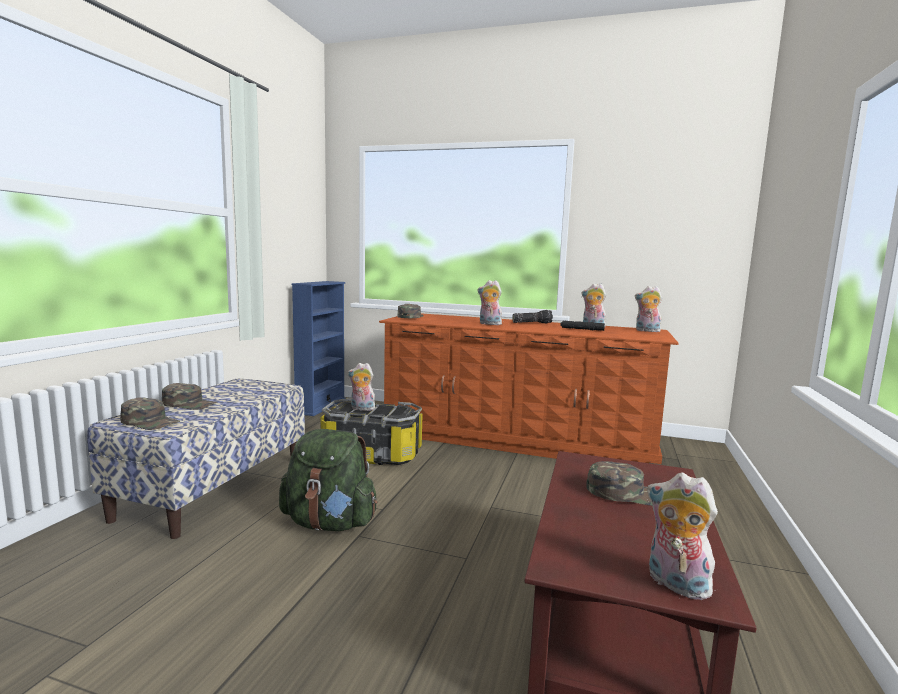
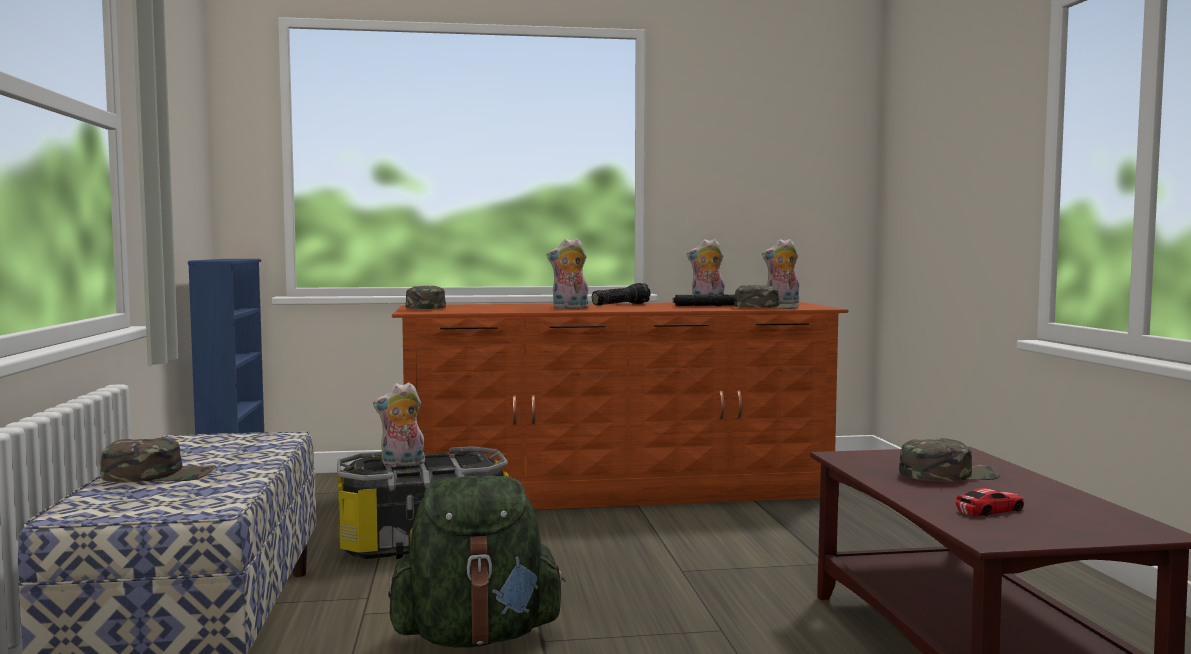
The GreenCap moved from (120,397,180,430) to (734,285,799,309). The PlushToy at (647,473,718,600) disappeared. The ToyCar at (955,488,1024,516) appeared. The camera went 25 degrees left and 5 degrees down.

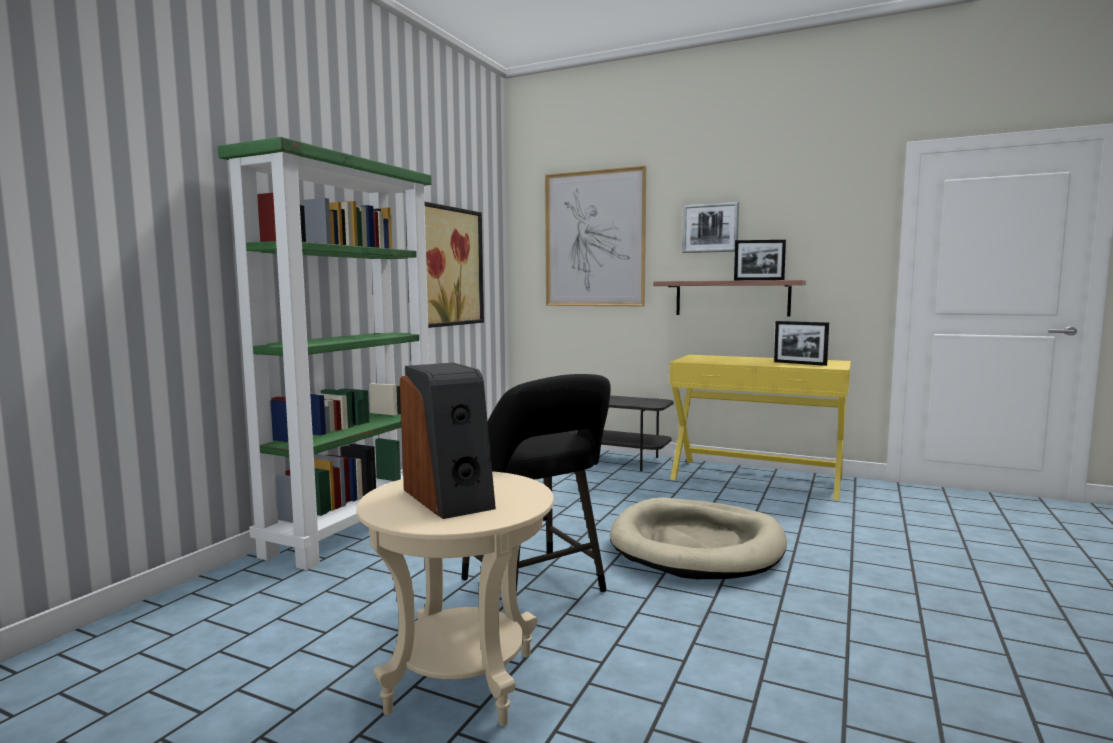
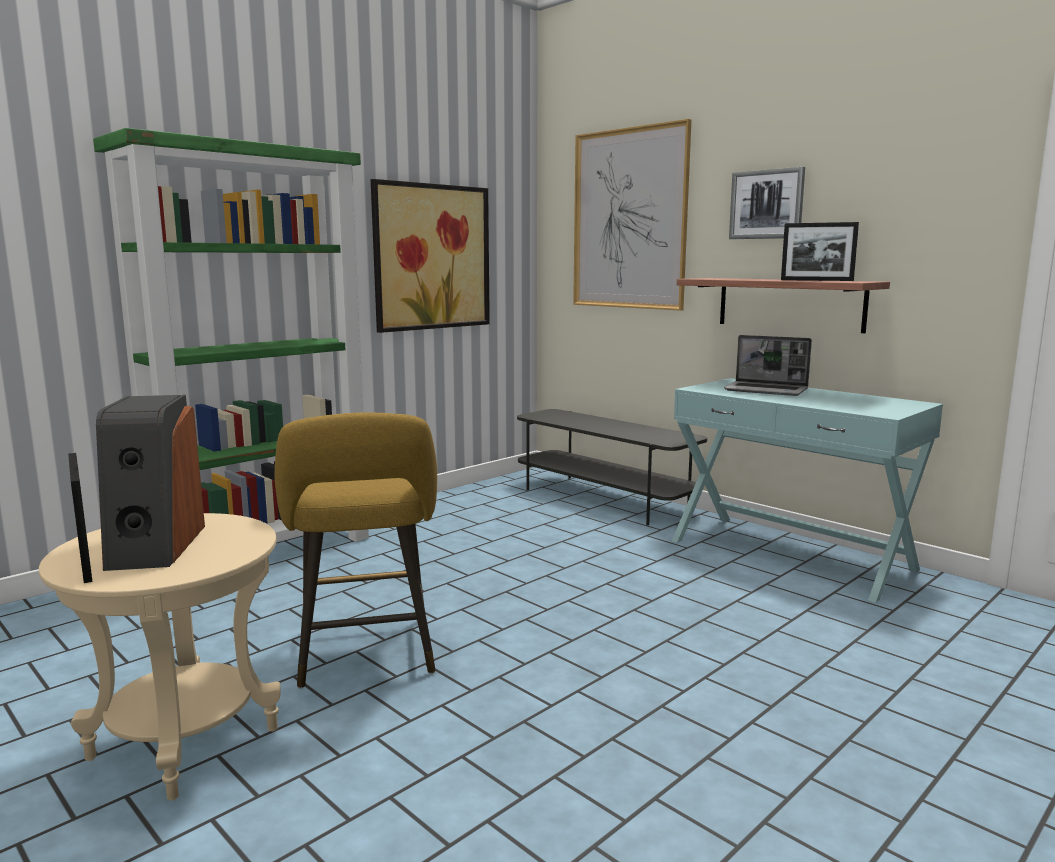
The BlackStool at (462,374,611,595) became the YellowStool at (275,412,437,689). The BeigeDogBed at (610,498,787,579) disappeared. The YellowConsoleTable at (669,355,851,500) became the TurquoiseConsoleTable at (672,378,943,603). The PictureFrame moved from (774,321,829,366) to (68,453,93,583). The Laptop at (724,335,812,396) appeared. The camera went 20 degrees right and 5 degrees up.

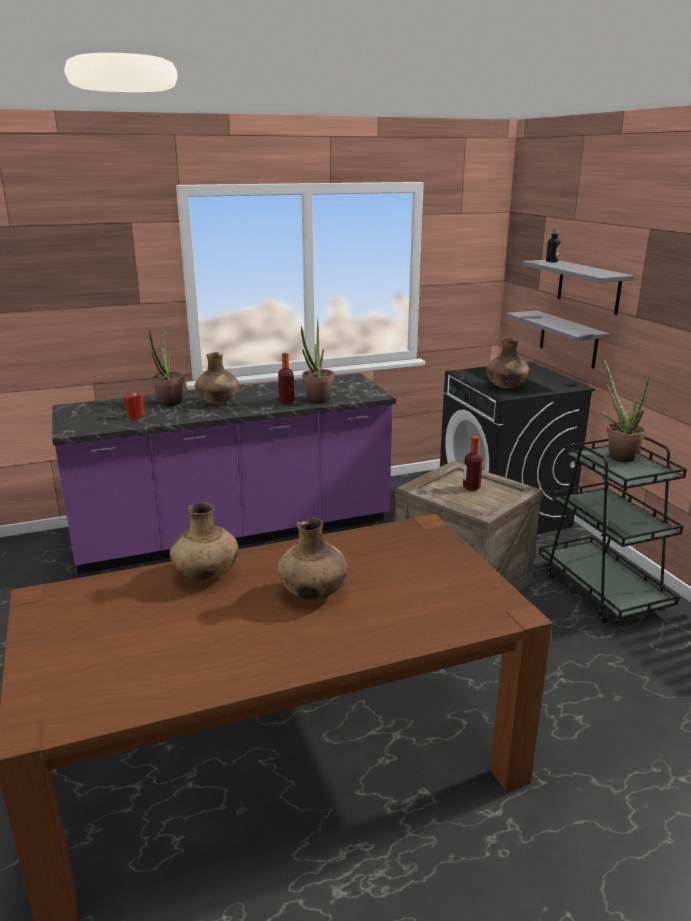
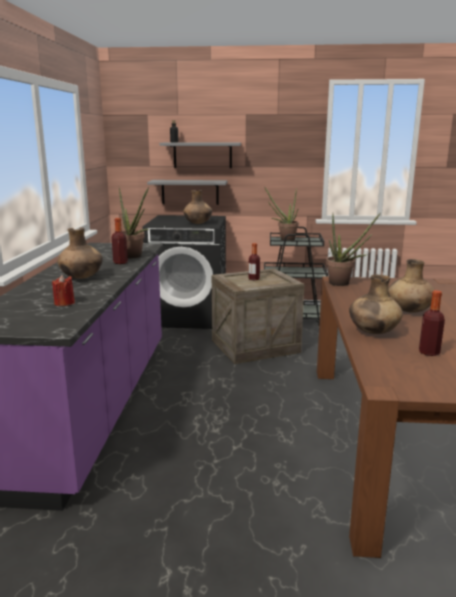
The PottedPlant moved from (149,322,184,406) to (326,213,380,286). The Bottle at (419,290,445,356) appeared. The camera went 65 degrees left and 5 degrees down.

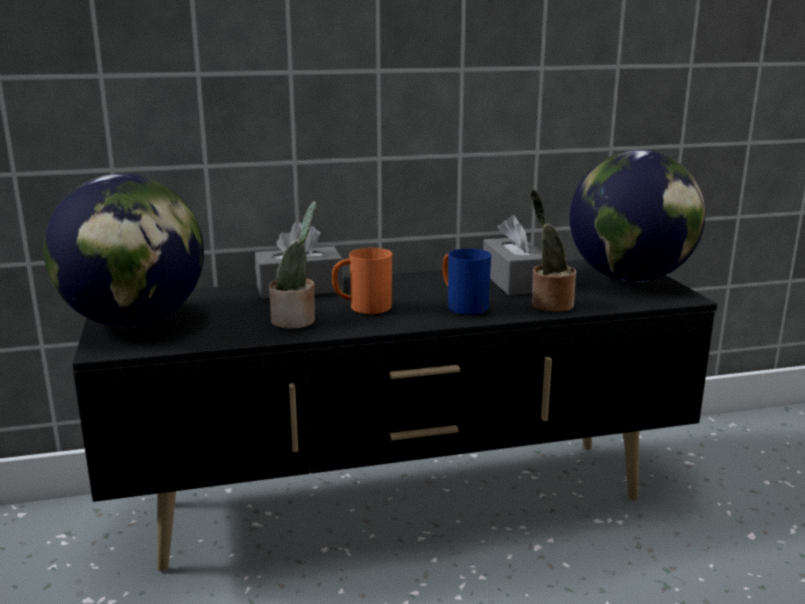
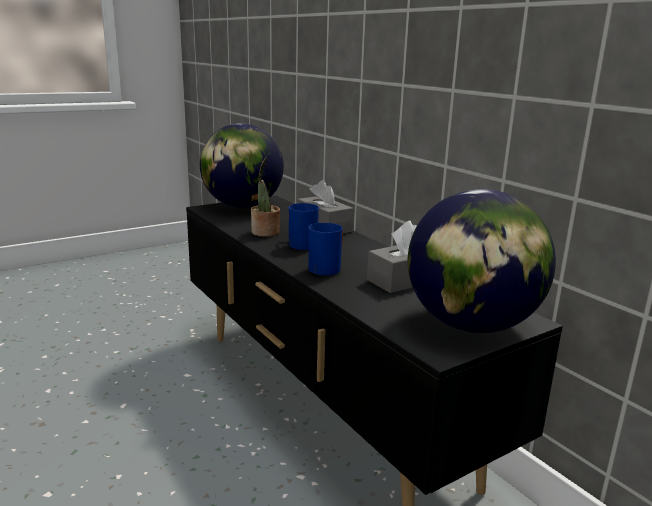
The OrangeMug at (332,248,392,314) became the BlueMug at (289,203,319,250). The PottedPlant at (530,189,576,312) disappeared. The camera went 70 degrees right and 0 degrees up.

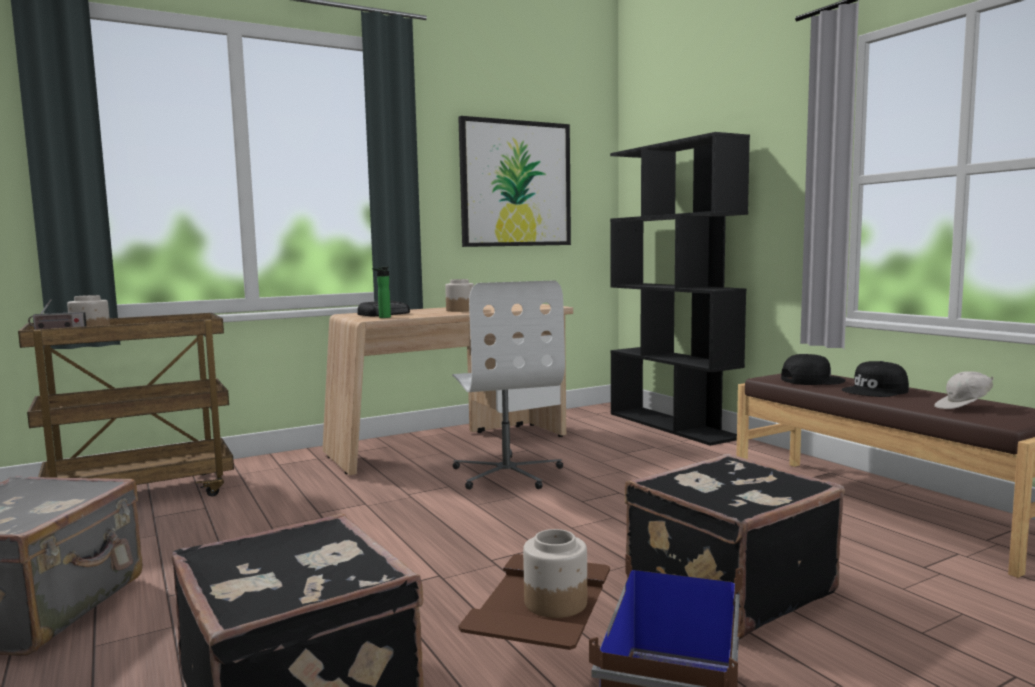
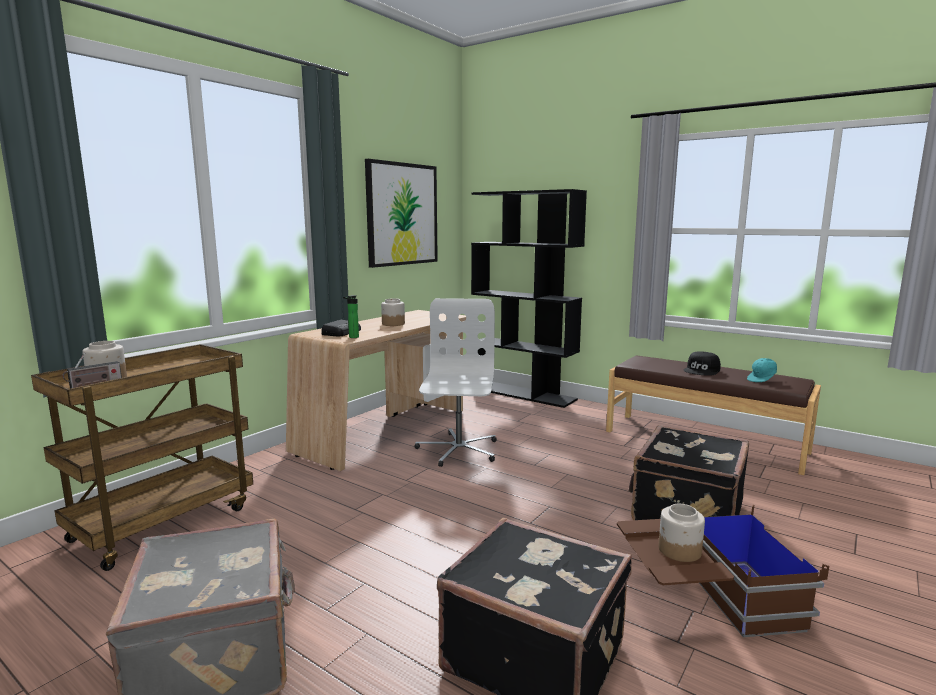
The WhiteOfficeChair at (452,280,565,489) turned 135 degrees counterclockwise. The BlackCap at (781,354,846,385) disappeared. The WhiteCap at (934,371,994,409) became the TurquoiseCap at (747,358,777,382). The camera went 25 degrees left and 5 degrees up.

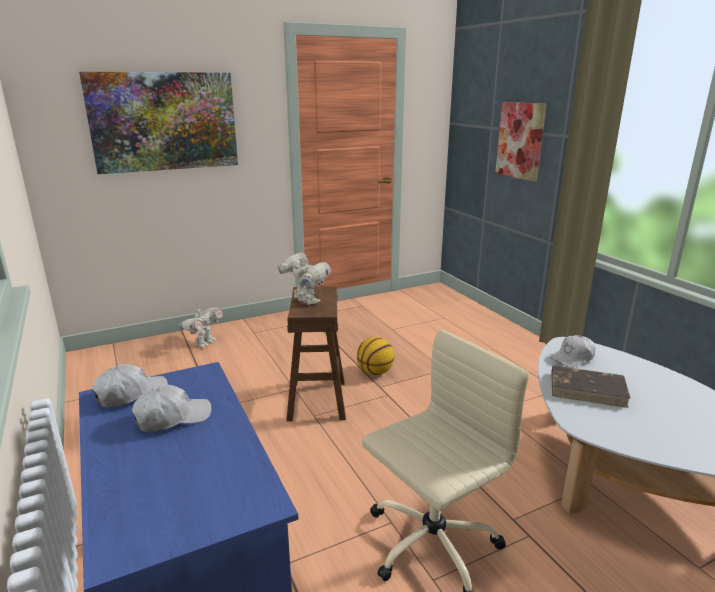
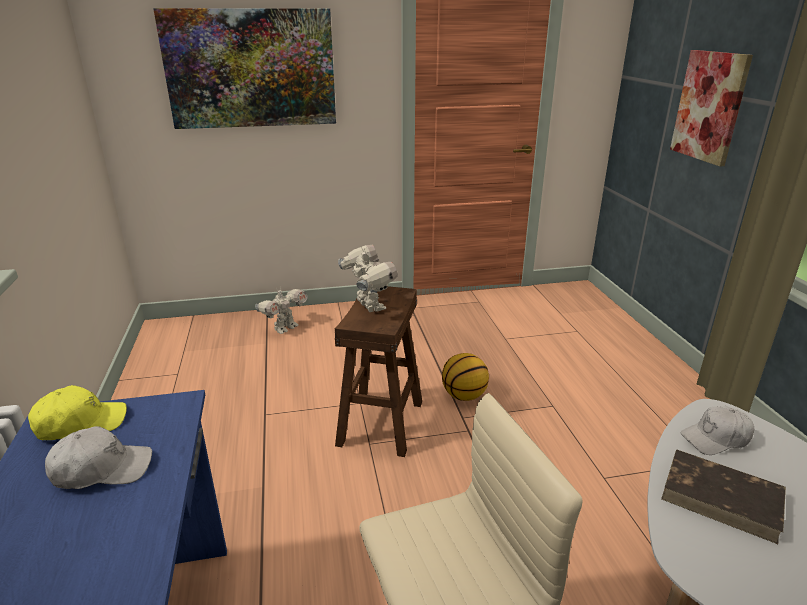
The WhiteCap at (92,364,168,408) became the YellowCap at (28,385,127,440). The camera went 15 degrees right and 5 degrees up.

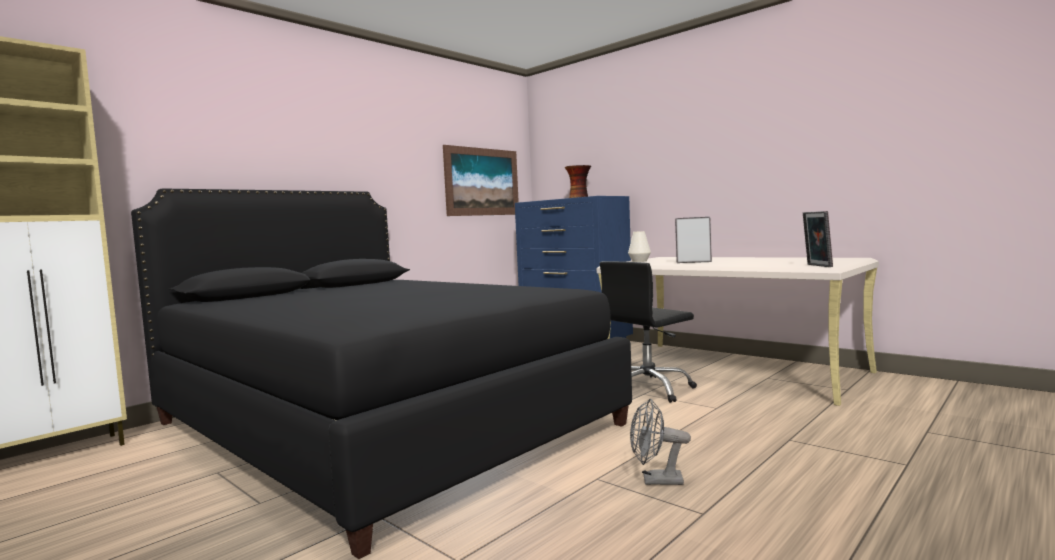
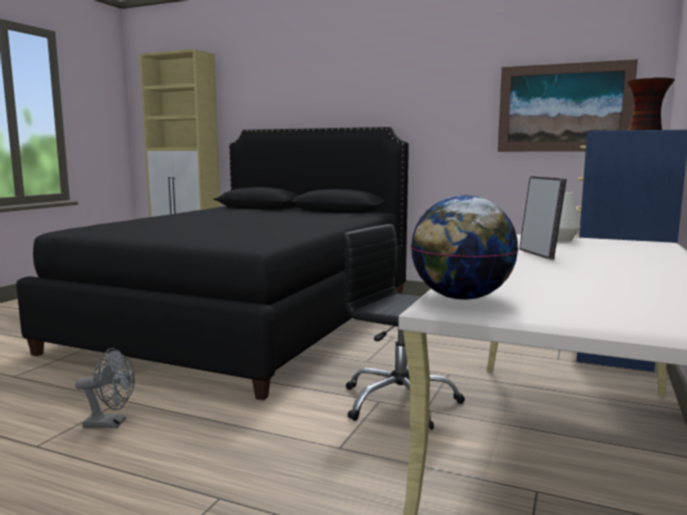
The GreyFan at (630,399,691,485) turned 105 degrees clockwise. The PictureFrame at (803,211,833,267) was replaced by the Globe at (411,195,518,300). The camera went 70 degrees right and 5 degrees up.

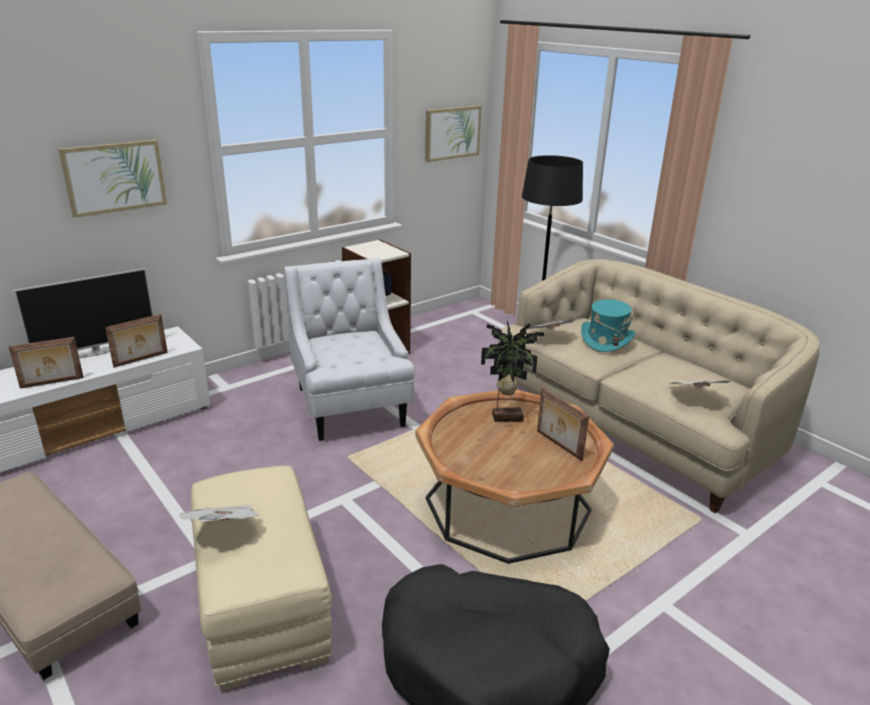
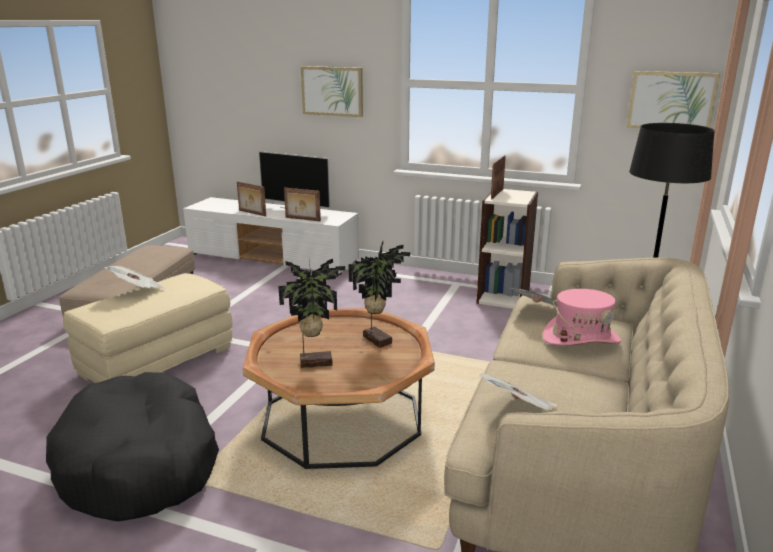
The WhiteArmchair at (284,258,415,441) disappeared. The PictureFrame moved from (537,388,589,461) to (491,155,506,199). The TurquoiseHat at (581,299,636,352) became the PinkHat at (543,289,621,346). The PottedPlant at (278,259,345,368) appeared. The camera went 60 degrees right and 5 degrees down.

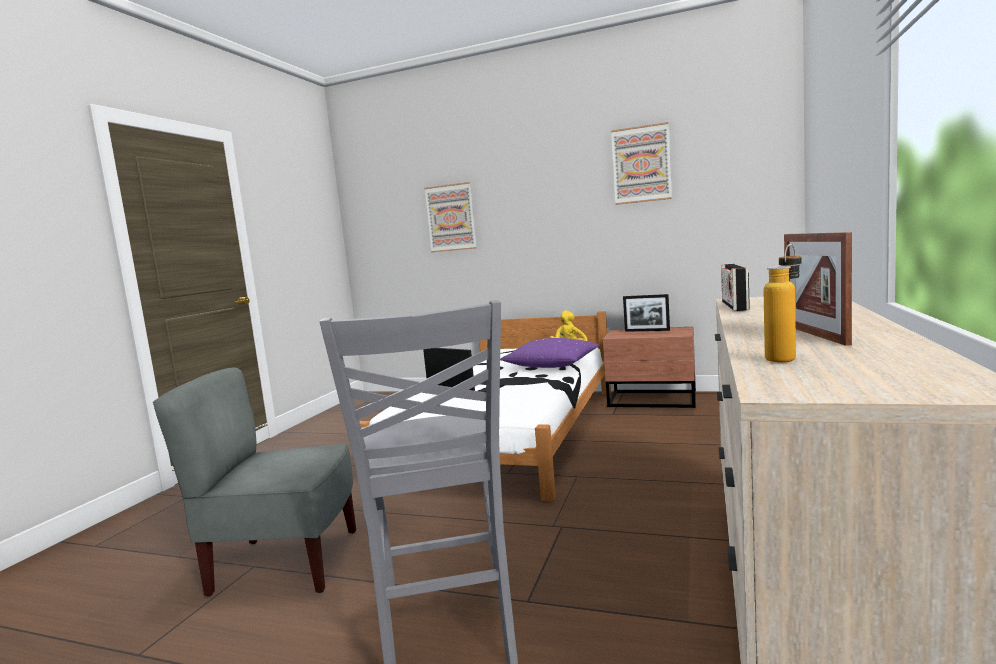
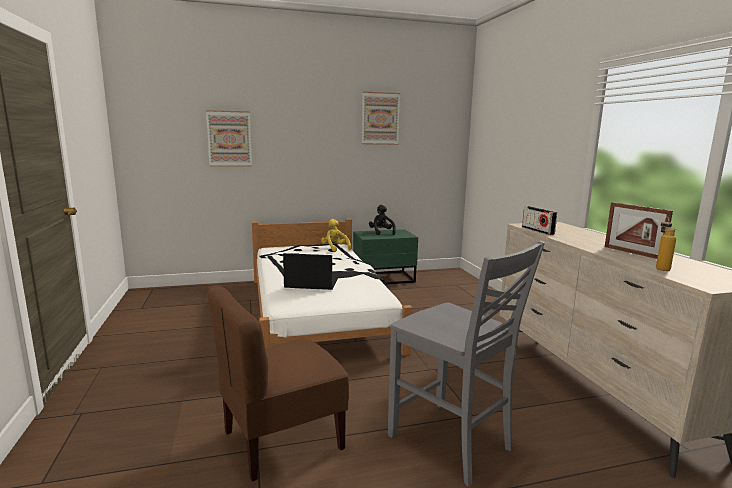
The GreyChair at (153,367,356,597) became the BrownChair at (207,285,349,481). The PurplePillow at (500,338,600,368) disappeared. The BrownNightstand at (603,327,696,408) became the GreenNightstand at (353,230,418,285). The PictureFrame at (623,294,670,332) was replaced by the BlackPlushToy at (369,205,396,235). The camera went 35 degrees left and 5 degrees up.

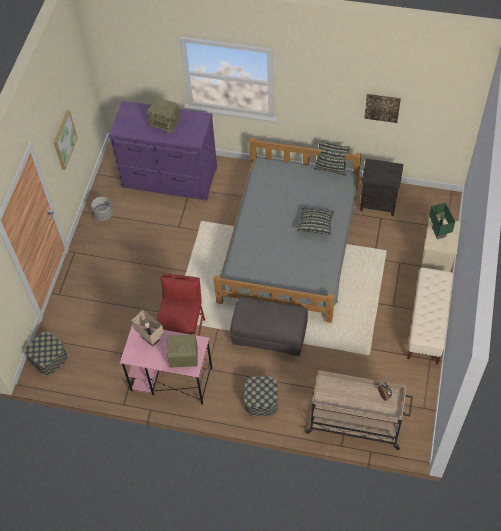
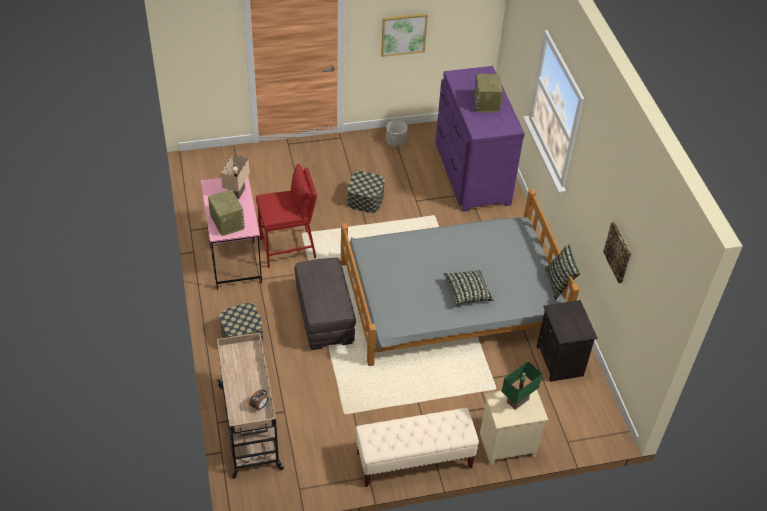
The StorageBox moved from (25,332,67,375) to (347,171,385,213). The camera went 60 degrees right and 10 degrees down.

